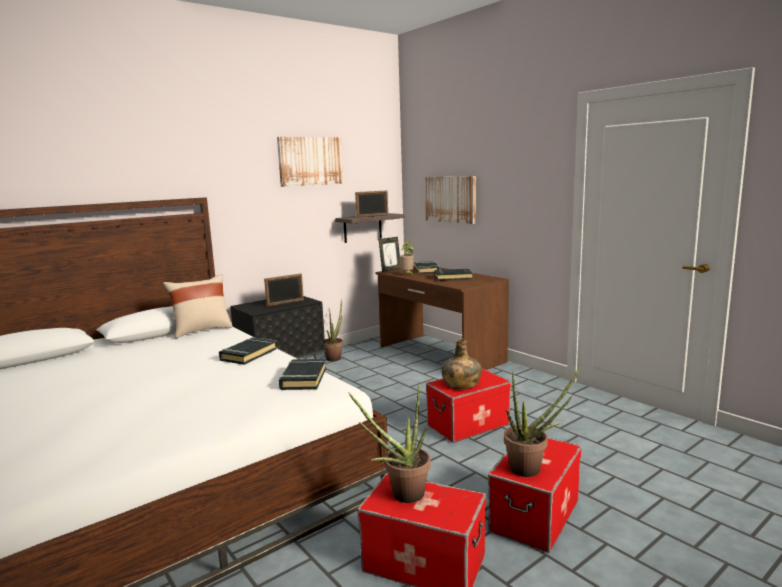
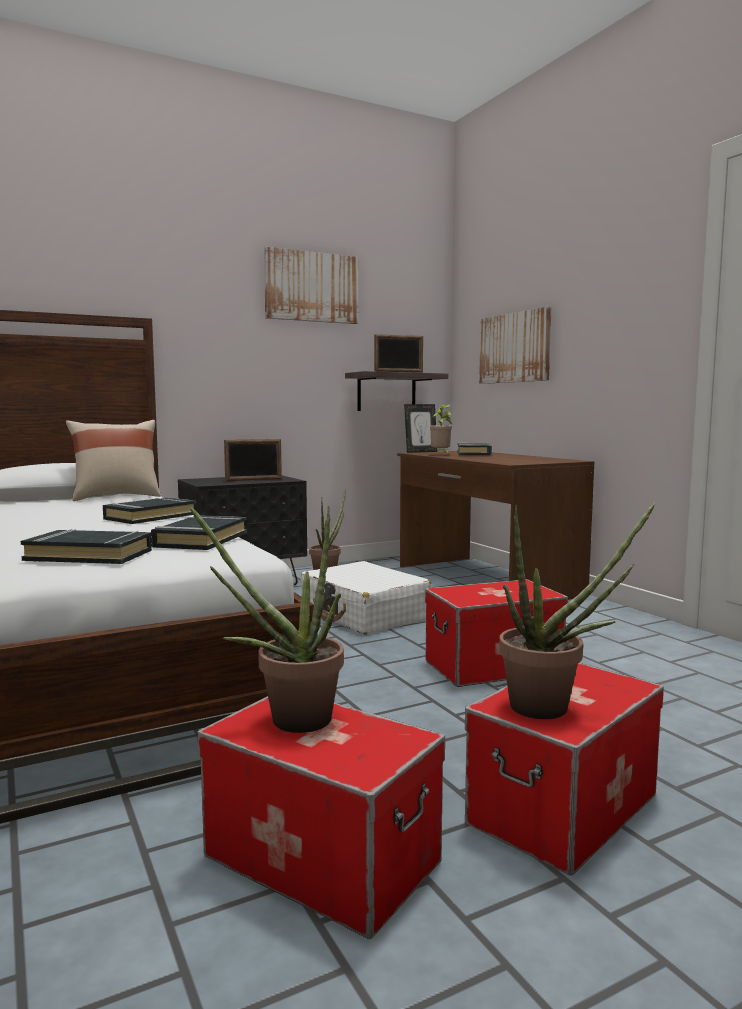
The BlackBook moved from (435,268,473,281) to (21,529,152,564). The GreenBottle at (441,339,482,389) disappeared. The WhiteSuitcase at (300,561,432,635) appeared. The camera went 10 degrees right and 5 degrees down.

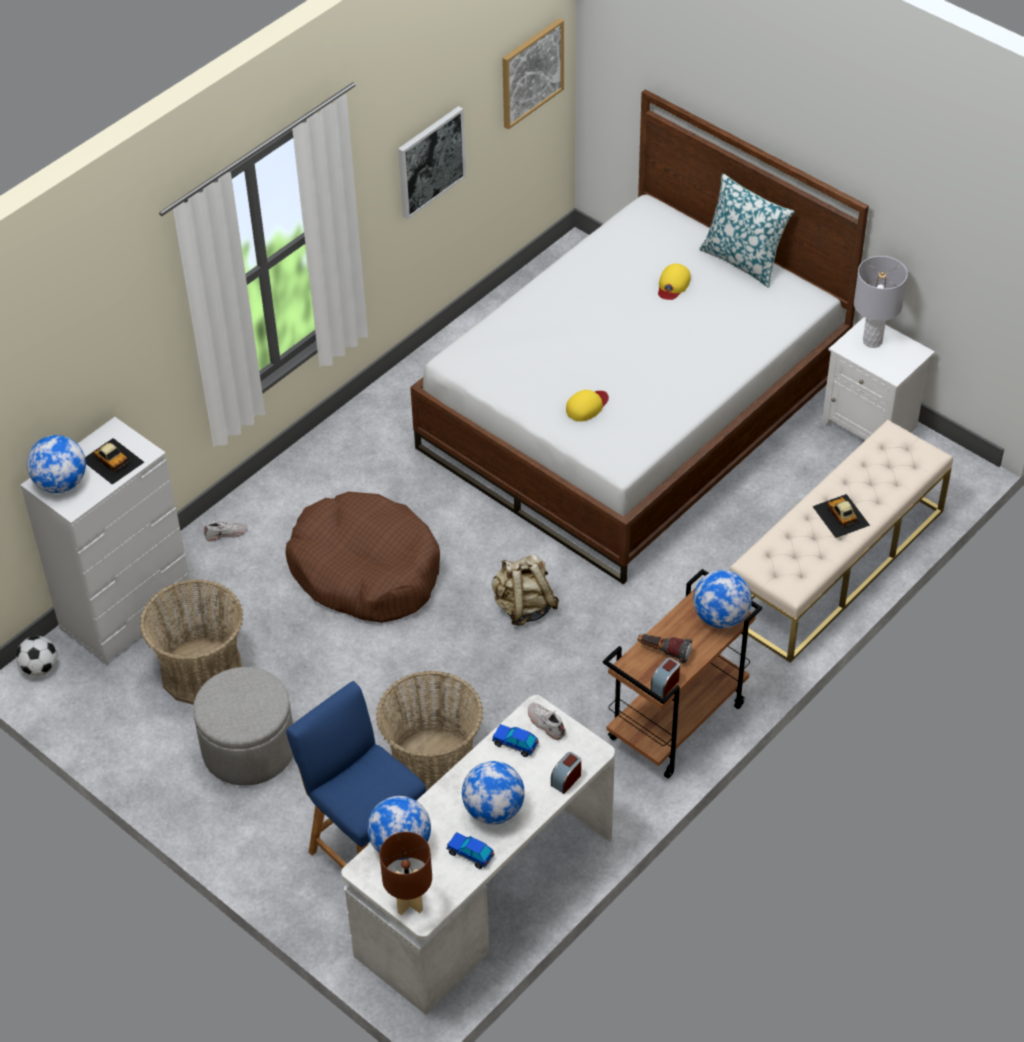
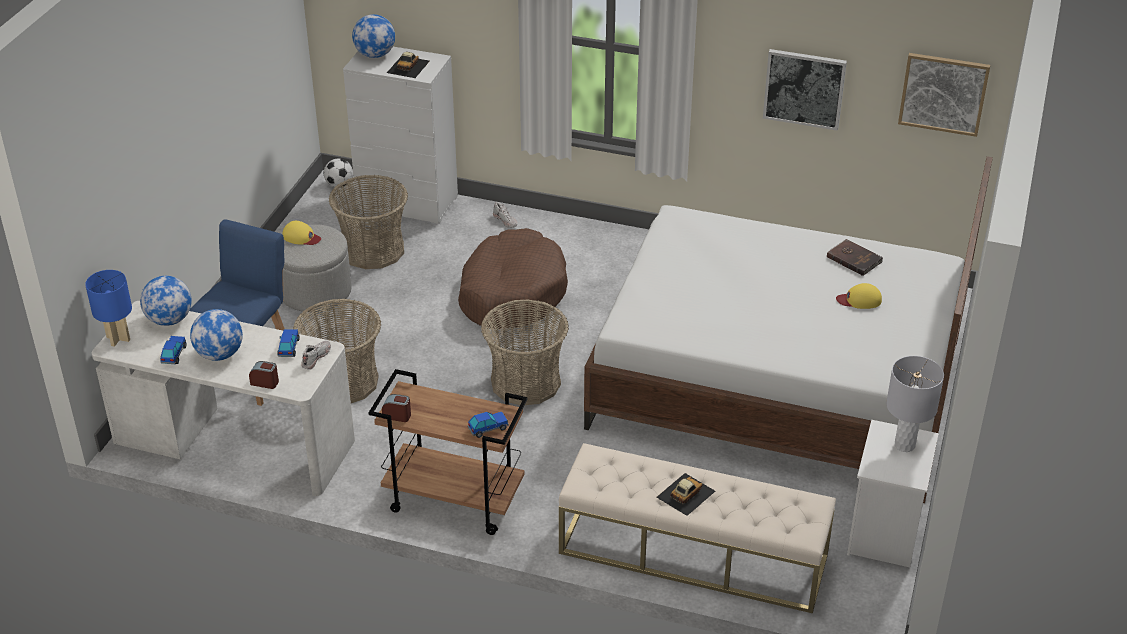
The BrownTableLamp at (379,832,432,915) became the BlueTableLamp at (85,270,132,347). The BeigeBackpack at (492,554,559,626) was replaced by the Basket at (481,299,569,405). The YellowCap moved from (566,390,609,421) to (282,221,321,245). The Flashlight at (638,634,692,663) disappeared. The Globe at (693,570,752,628) was replaced by the ToyCar at (468,412,509,438). The Pillow at (699,174,794,288) disappeared. The BrownBook at (827,239,883,276) appeared. The camera went 65 degrees right and 10 degrees down.

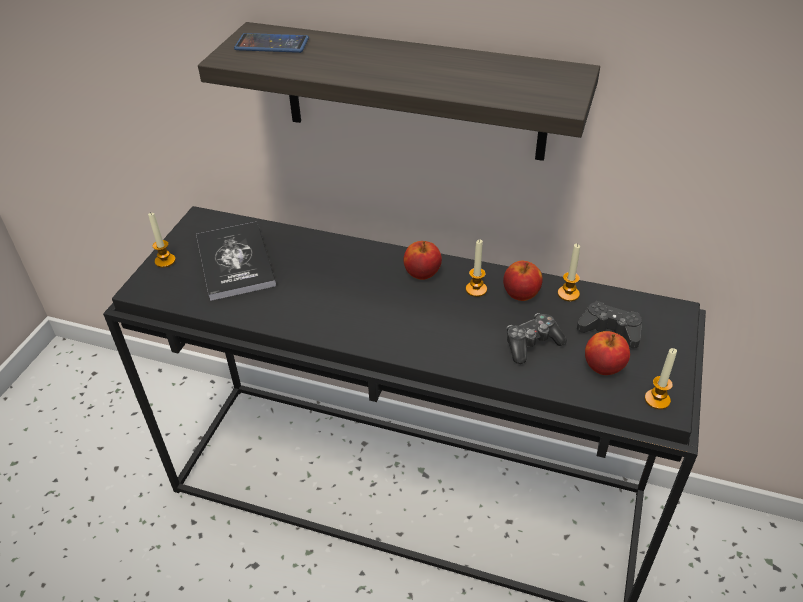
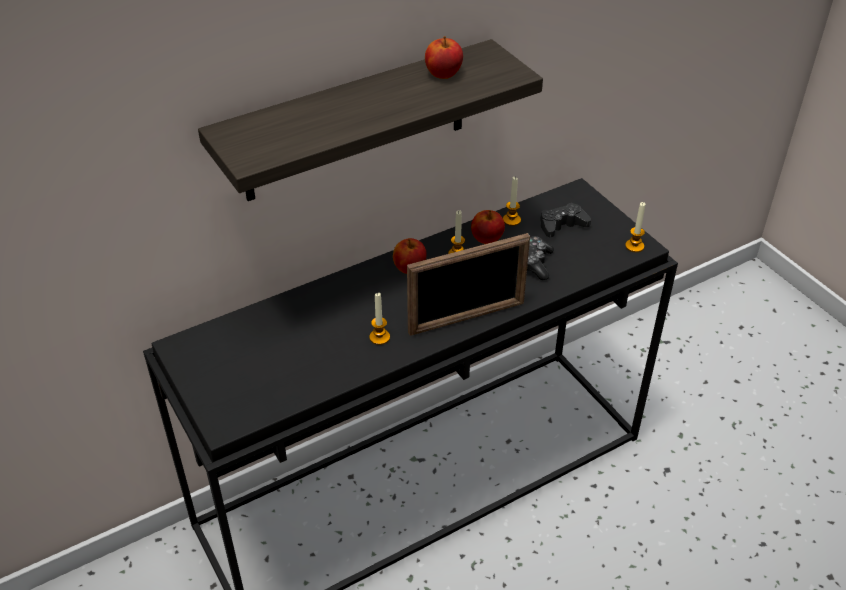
The Candle moved from (148,213,176,268) to (369,293,390,345). The Book at (196,222,276,301) disappeared. The Phone at (234,33,309,53) disappeared. The Apple moved from (585,331,630,375) to (425,36,463,79). The PictureFrame at (407,233,530,336) appeared. The camera went 50 degrees left and 0 degrees up.

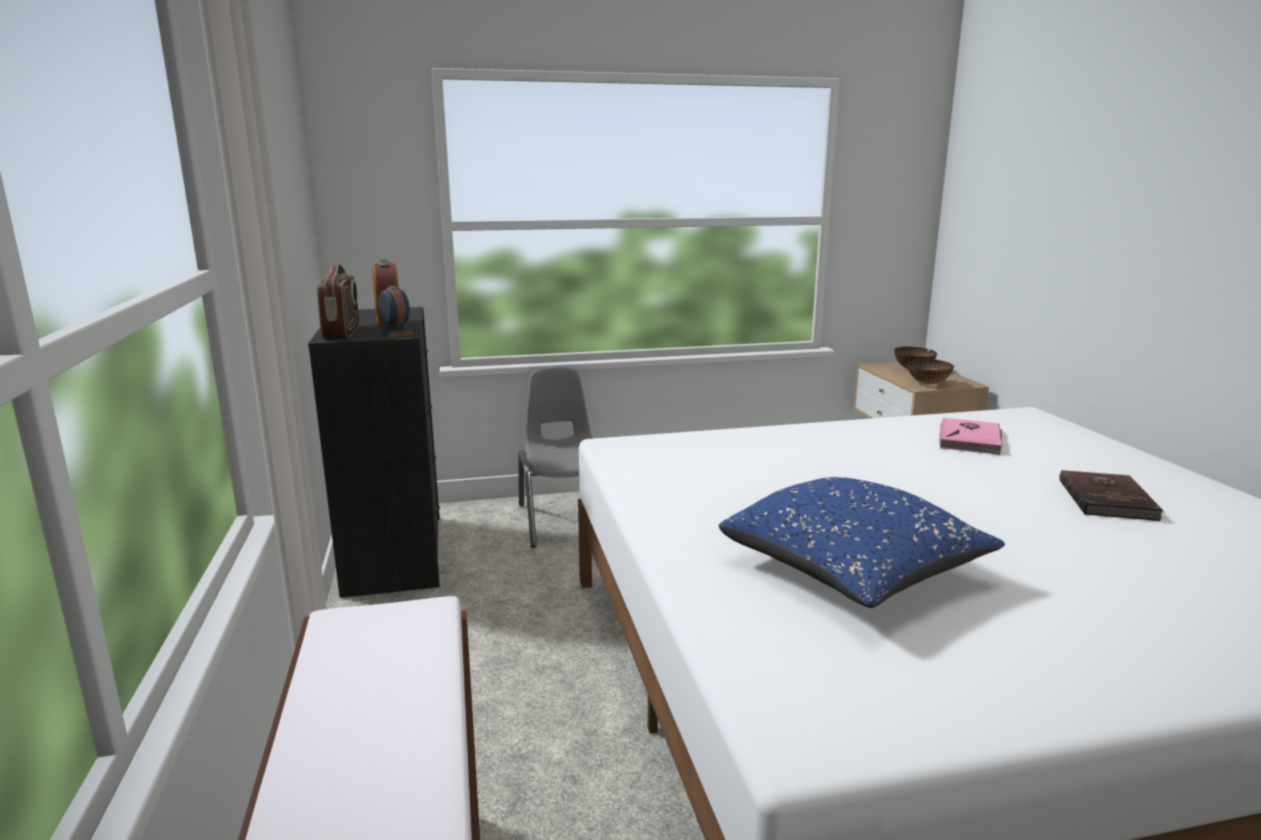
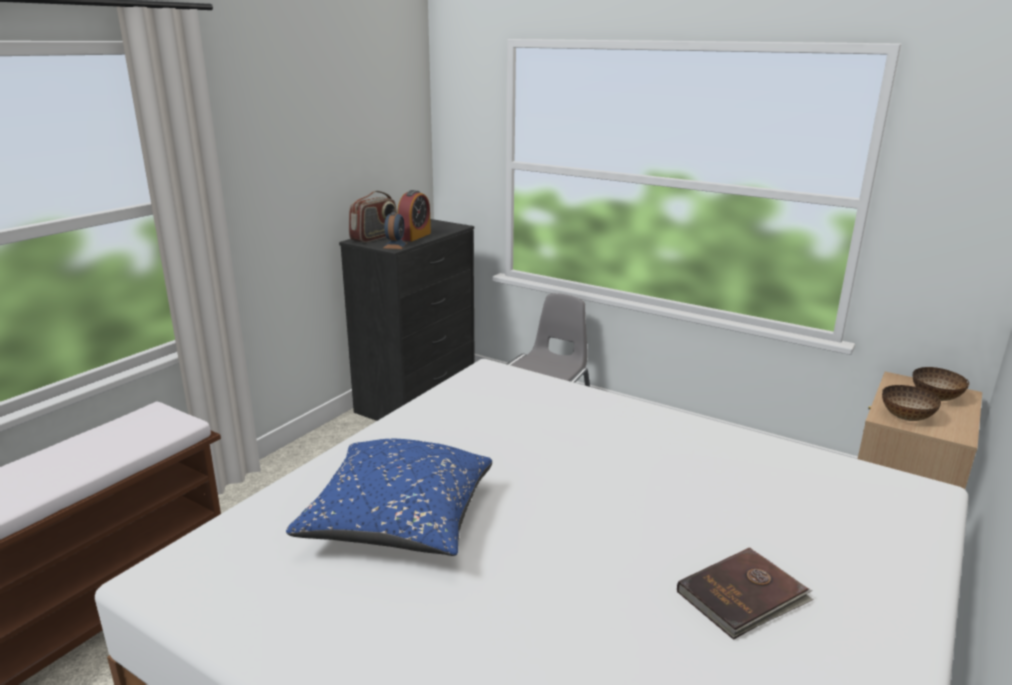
The PinkBook at (939,417,1003,455) disappeared. The camera went 45 degrees right and 5 degrees up.

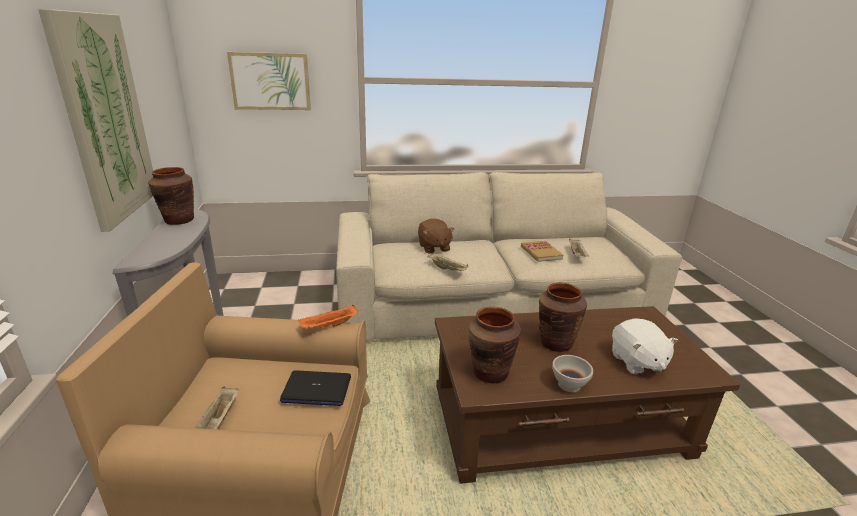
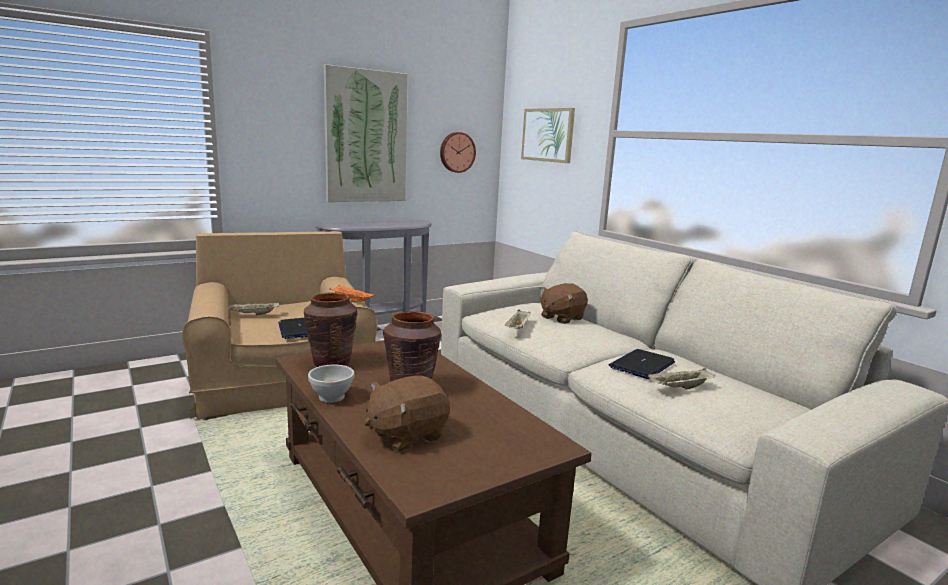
The BrownVase at (148,167,194,225) disappeared. The Book at (521,241,563,262) was replaced by the Laptop at (609,349,675,379). The WhitePlushToy at (612,319,678,375) became the BrownPlushToy at (364,375,450,452). The WallClock at (440,132,476,173) appeared. The camera went 65 degrees right and 10 degrees down.

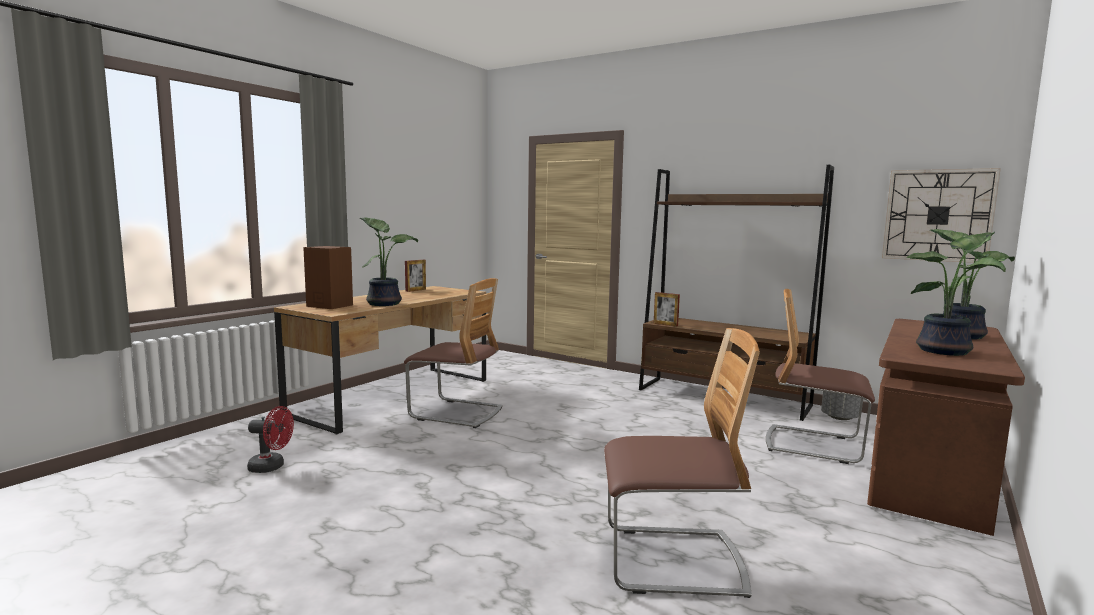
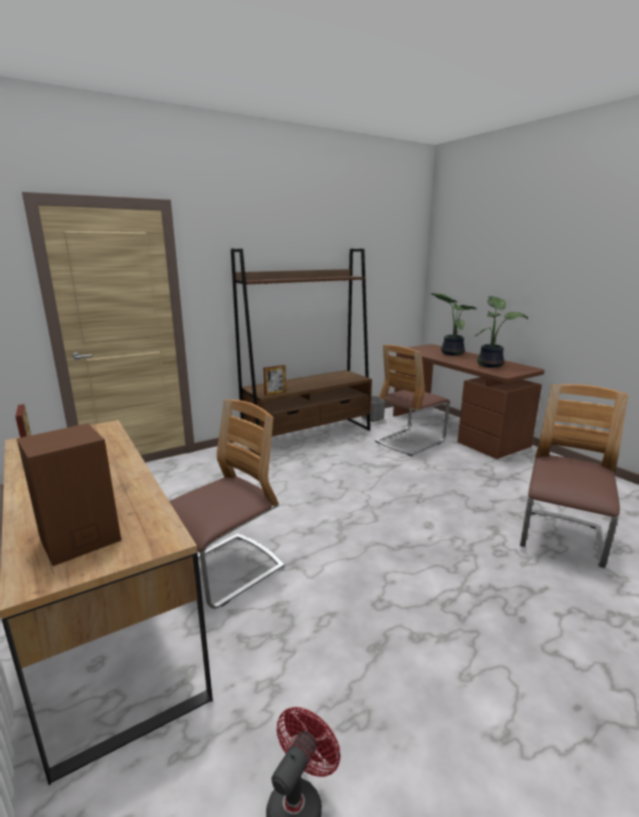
The PottedPlant at (360,217,418,306) disappeared. The WallClock at (882,168,1001,263) disappeared. The camera went 65 degrees left and 10 degrees up.

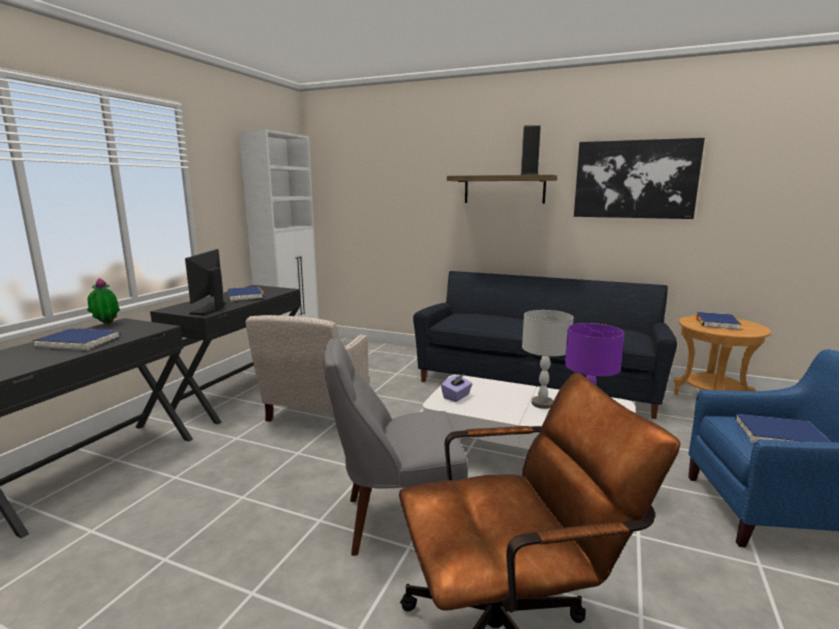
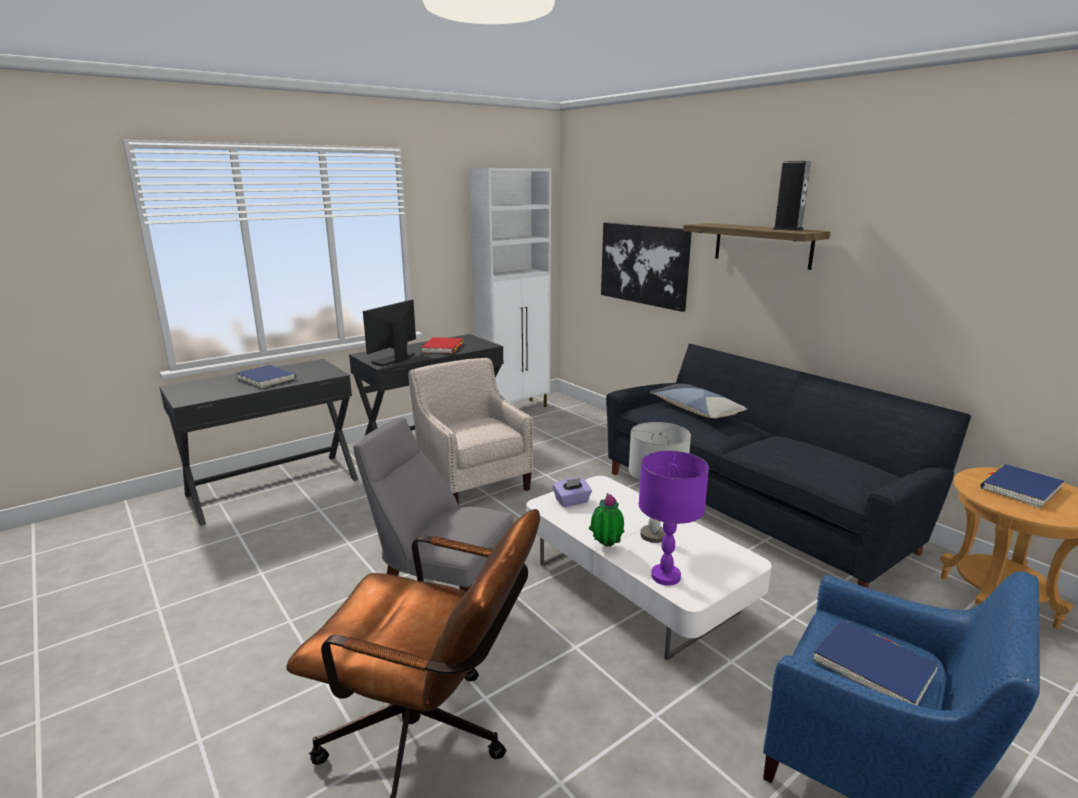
The PottedPlant moved from (87,278,120,324) to (589,493,625,547). The BlueBook at (228,286,264,302) became the RedBook at (421,337,463,353). The BeigeArmchair at (246,315,369,422) turned 105 degrees clockwise. The Picture moved from (574,138,705,219) to (601,222,692,312). The Pillow at (650,383,747,419) appeared. The camera went 30 degrees right and 5 degrees up.

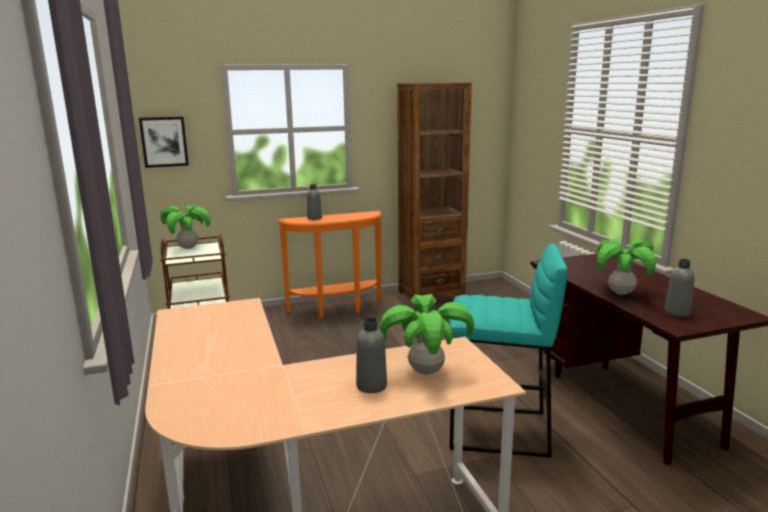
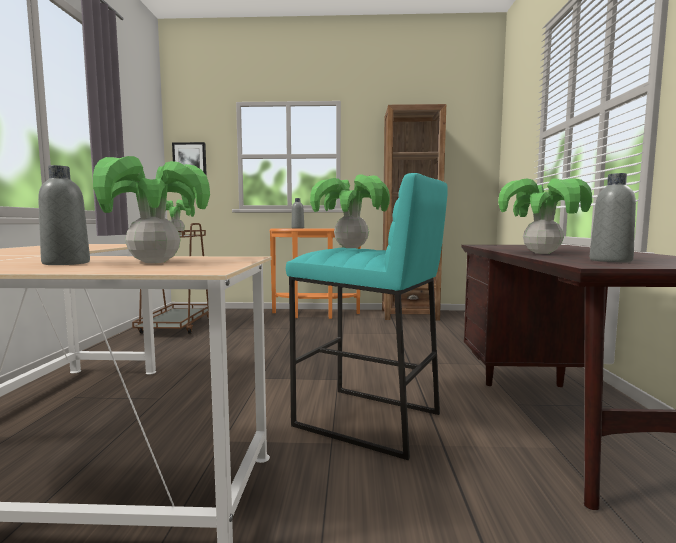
The PottedPlant at (310,174,390,248) appeared. The camera went 20 degrees right and 10 degrees down.

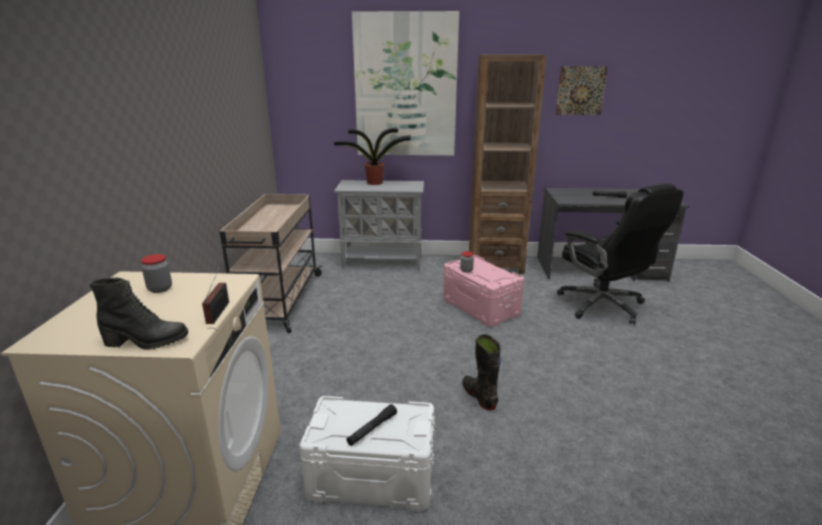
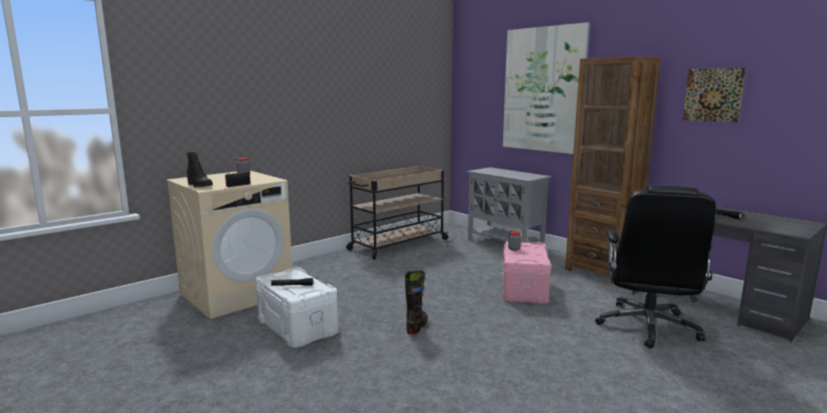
The PottedPlant at (334,128,411,185) disappeared. The camera went 45 degrees right and 10 degrees down.

